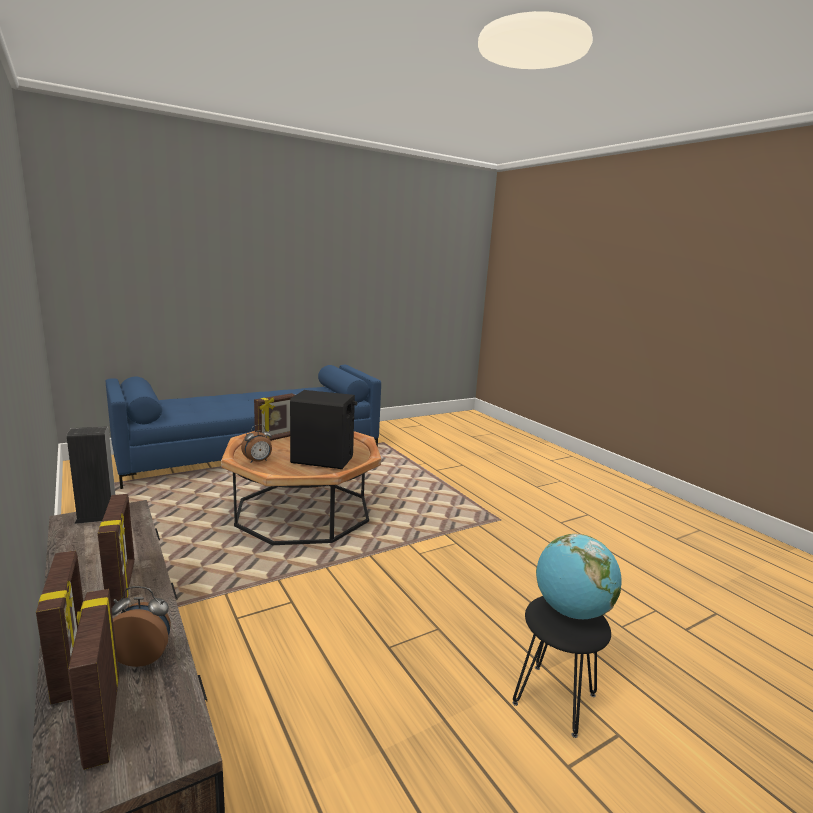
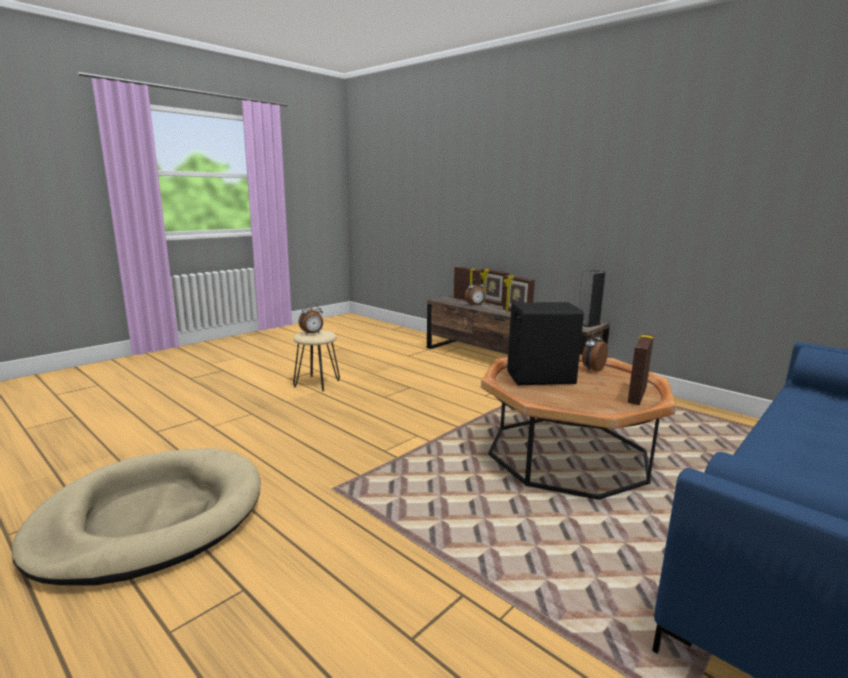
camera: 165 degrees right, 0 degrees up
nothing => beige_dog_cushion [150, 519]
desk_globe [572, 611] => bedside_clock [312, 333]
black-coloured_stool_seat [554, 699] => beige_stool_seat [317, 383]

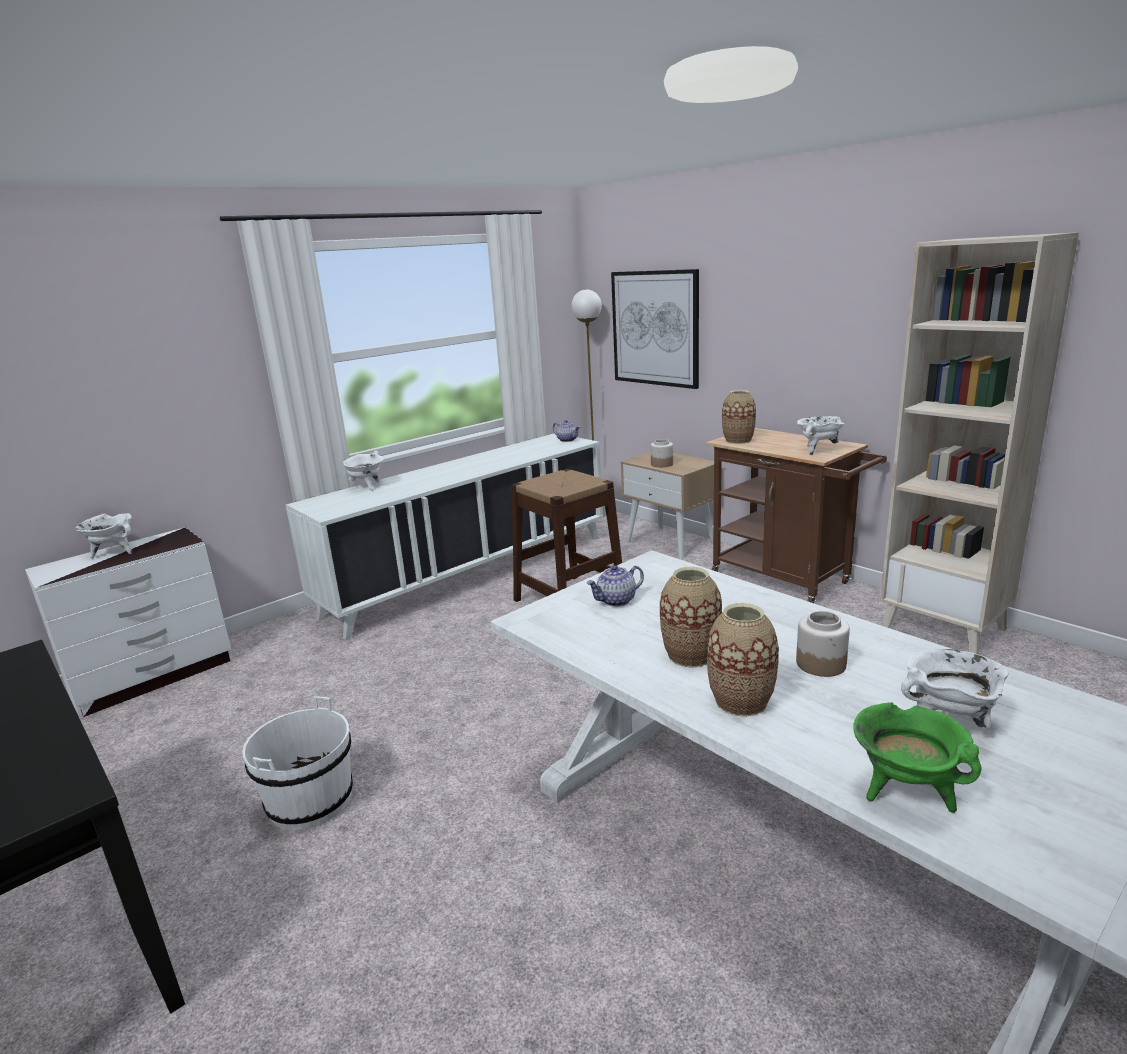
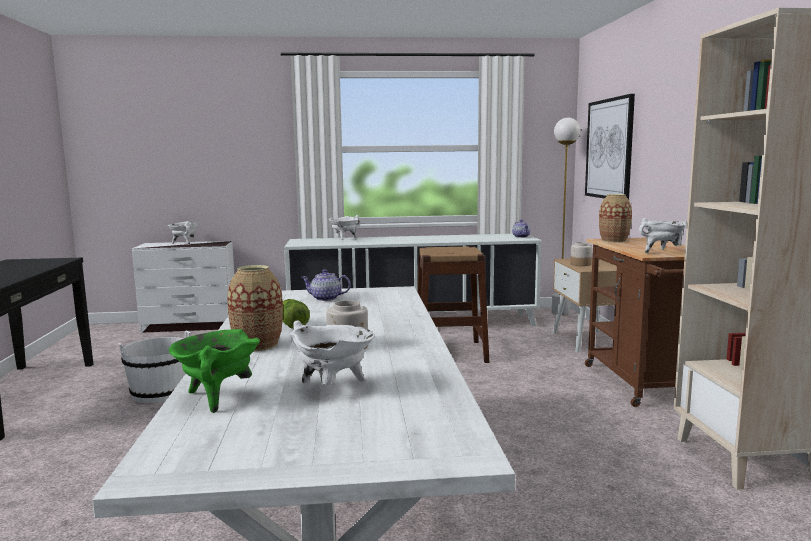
camera: 35 degrees right, 10 degrees down
decorative_vase [690, 655] => lettuce_head [292, 324]

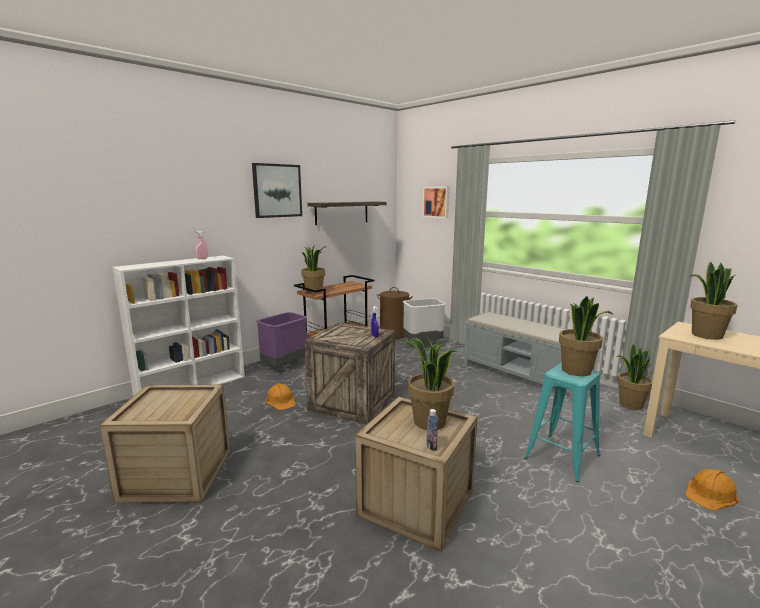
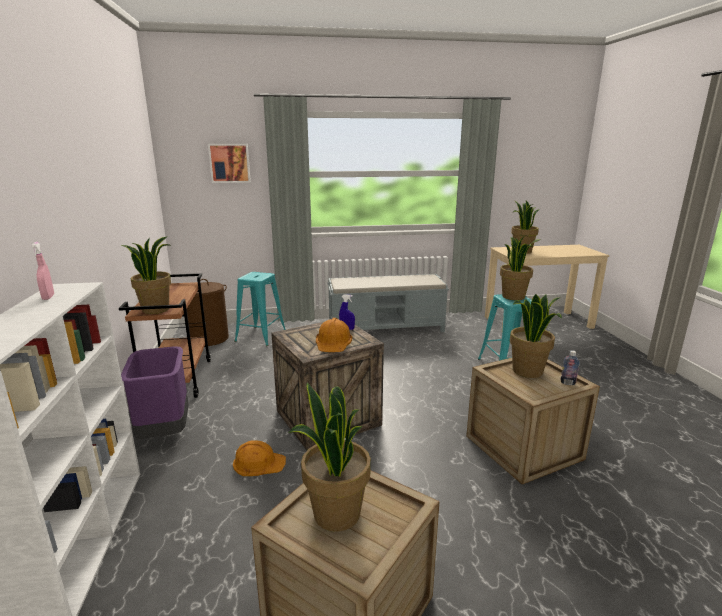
camera: 55 degrees left, 5 degrees up
picture [277, 190] => nothing
bracket_shelf [342, 212] => nothing
houseplant [630, 404] => houseplant [335, 513], relocated
orange_work_helmet [710, 494] => orange_work_helmet [333, 341], relocated
grey_waste_bin [423, 344] => turquoise_stool_seat [260, 336]

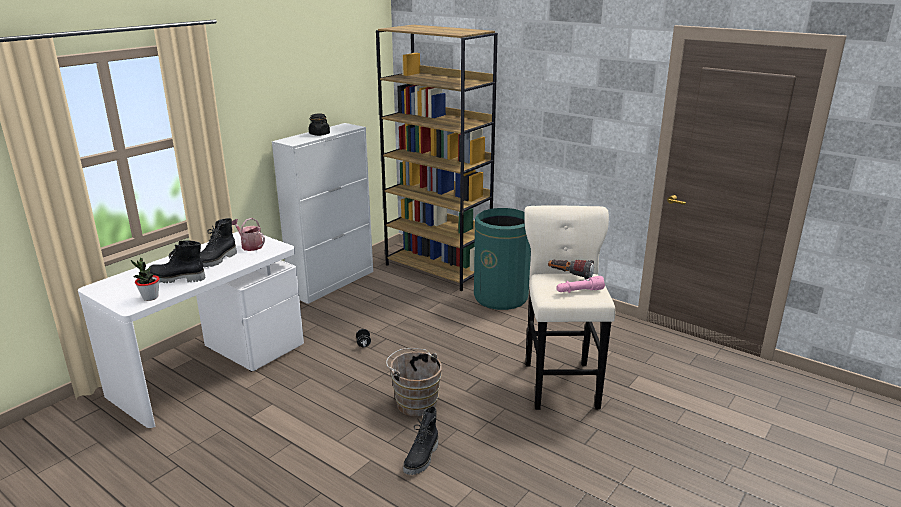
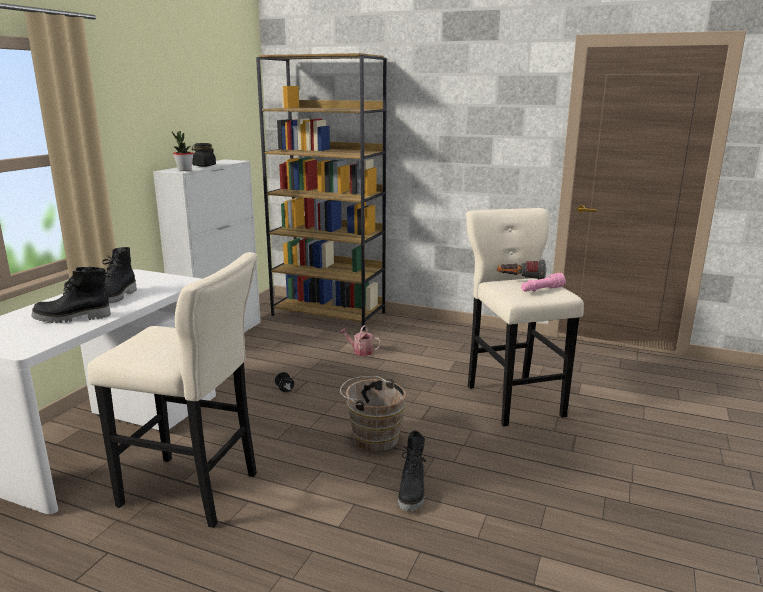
camera: 15 degrees left, 5 degrees down
green_waste_bin [501, 297] => nothing
nothing => beige_stool_seat [195, 491]
houseplant [150, 297] => houseplant [184, 170], relocated
sprinkling_can [250, 246] => sprinkling_can [360, 351], relocated

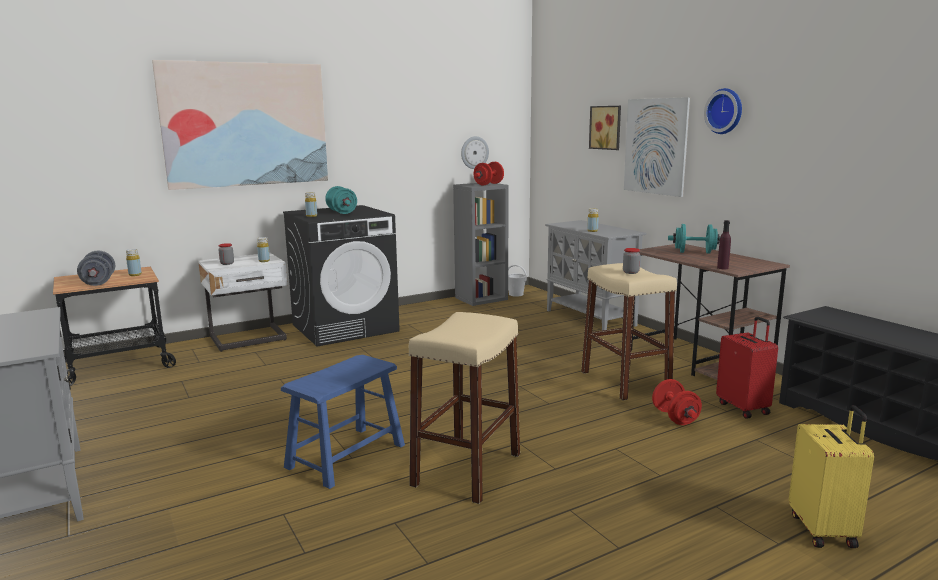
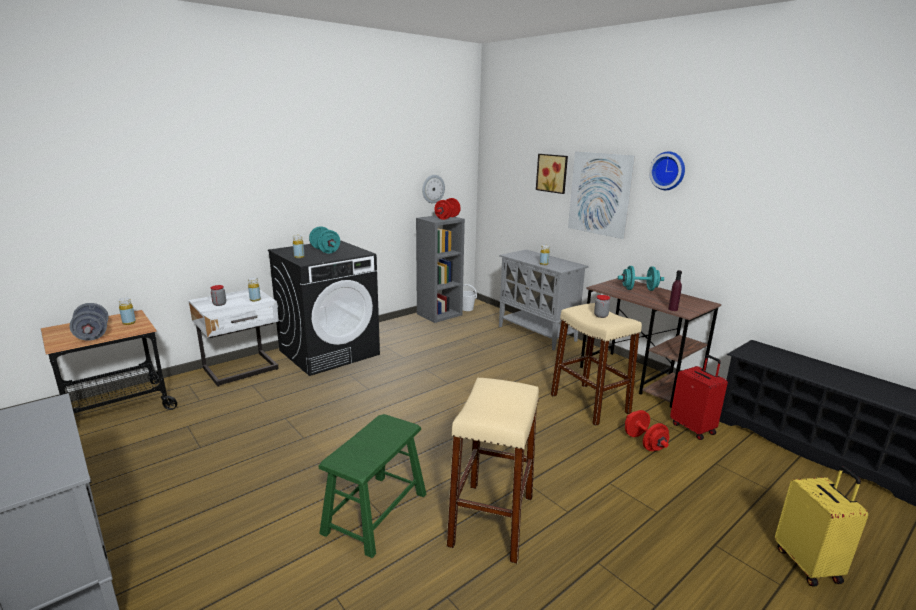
camera: 10 degrees left, 5 degrees up
picture [246, 124] => nothing
blue-coloured_stool_seat [346, 456] => green_stool_seat [375, 513]

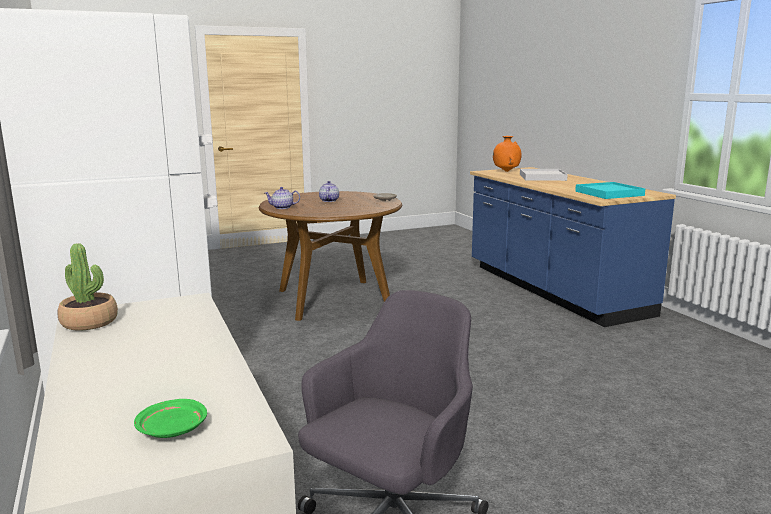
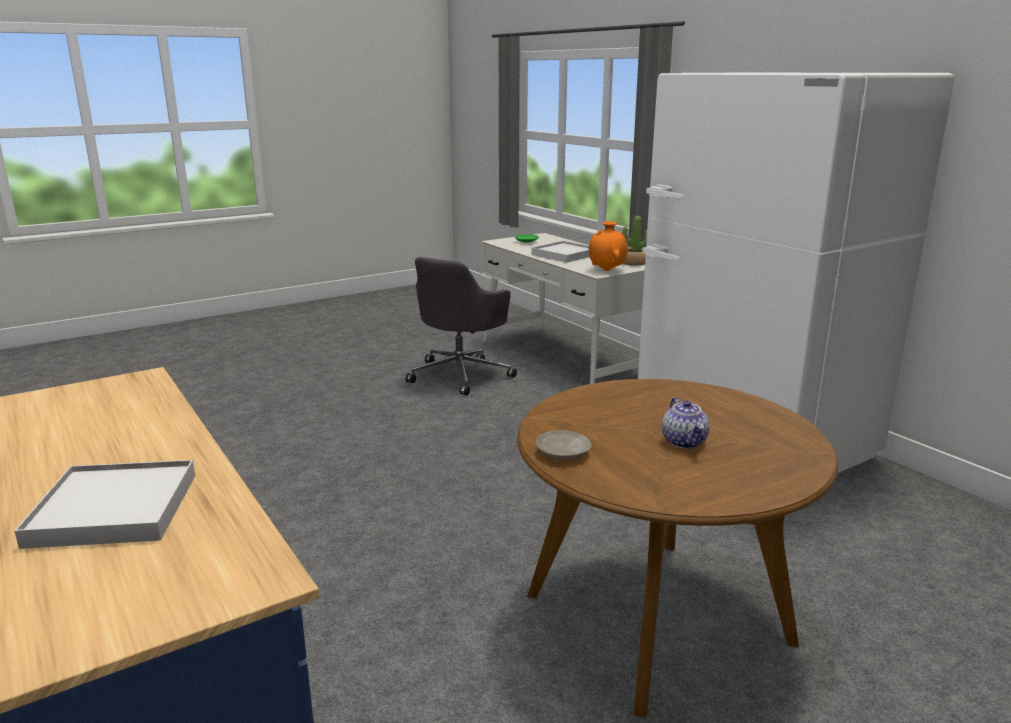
camera: 170 degrees right, 5 degrees up
teapot [282, 207] => nothing
turquoise_serving_tray [609, 193] => nothing
nothing => whitish_serving_tray [565, 255]
orange_decorative_vase [506, 171] => orange_decorative_vase [607, 270], relocated

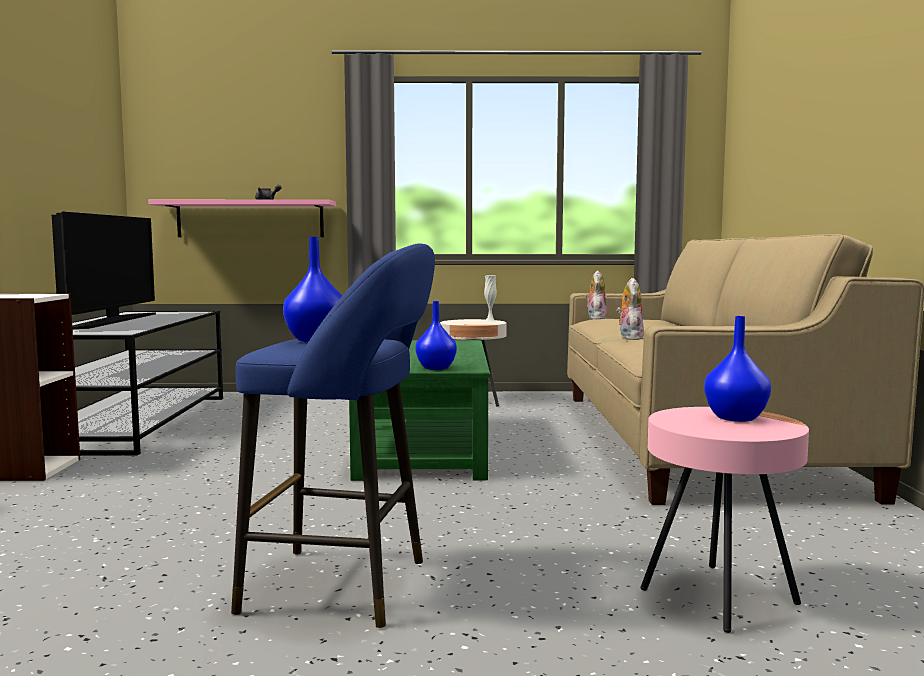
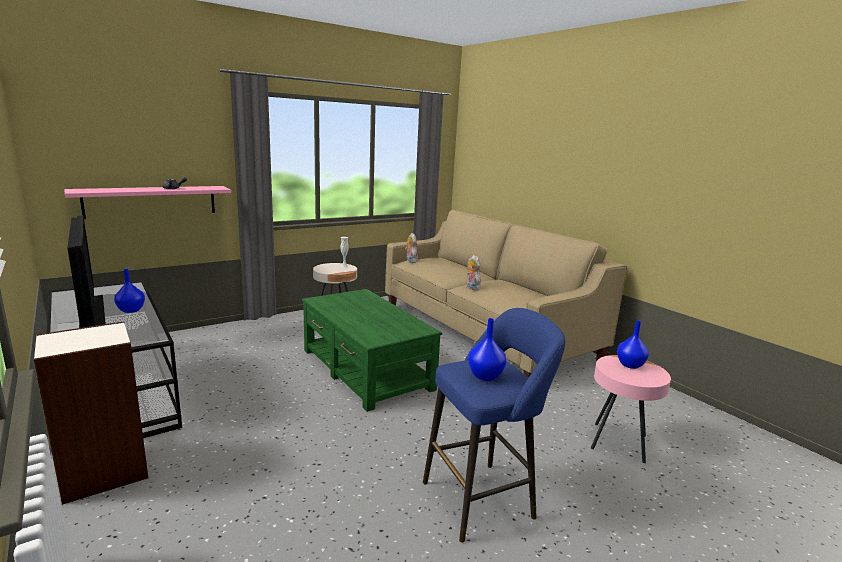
camera: 35 degrees left, 10 degrees up
blue-coloured_decorative_vase [437, 368] => blue-coloured_decorative_vase [131, 310], relocated

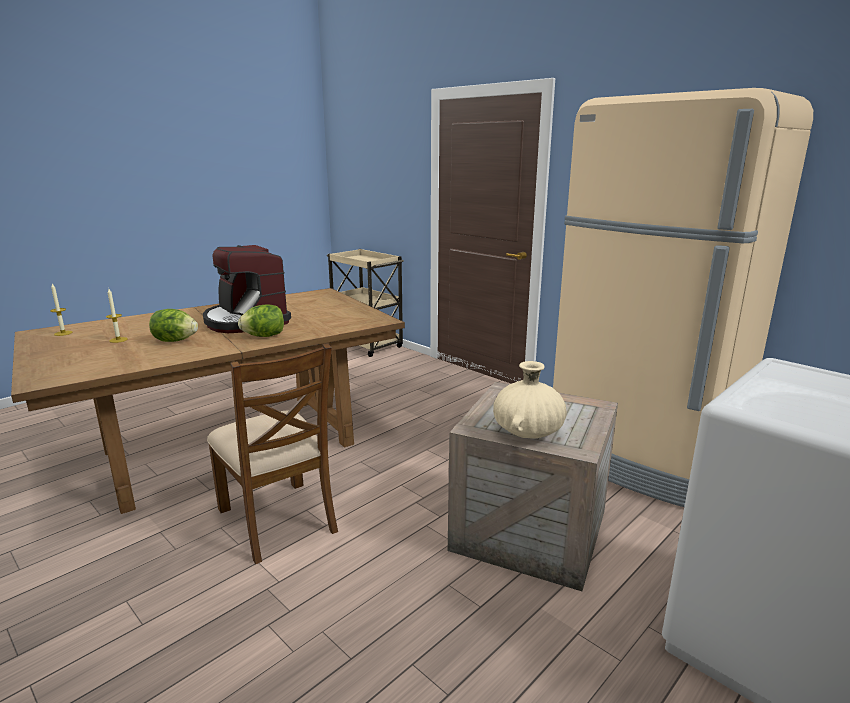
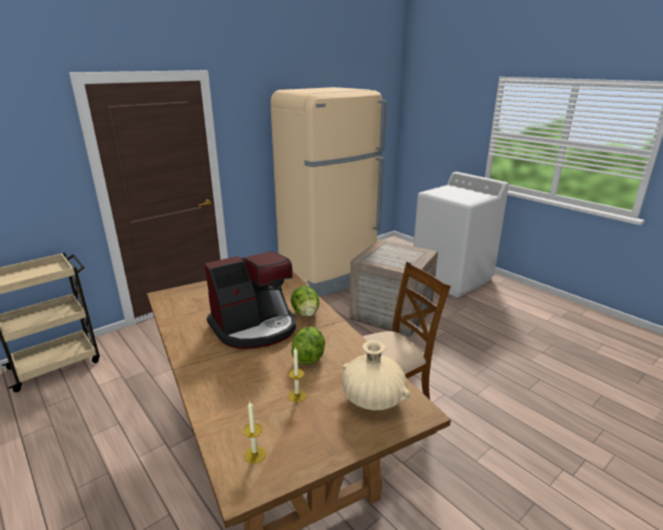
camera: 85 degrees left, 5 degrees up
beige_decorative_vase [527, 432] => beige_decorative_vase [373, 399], relocated

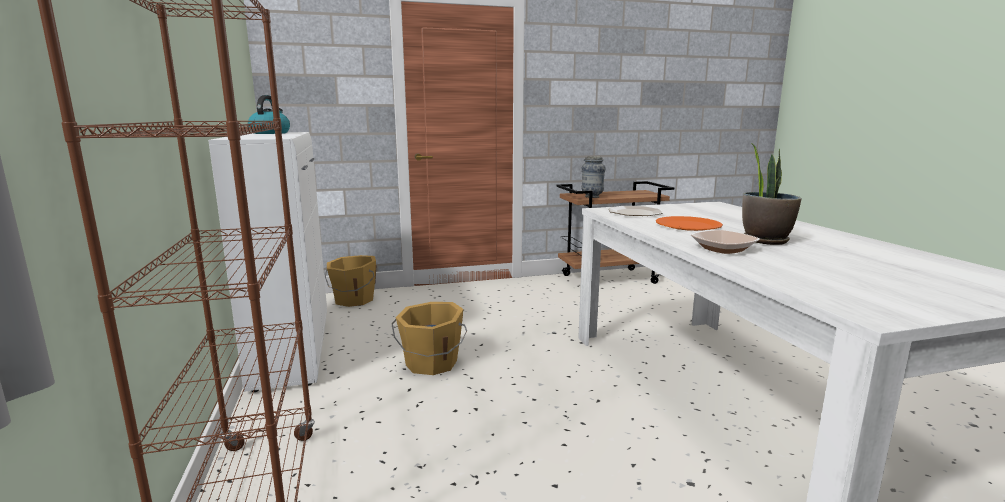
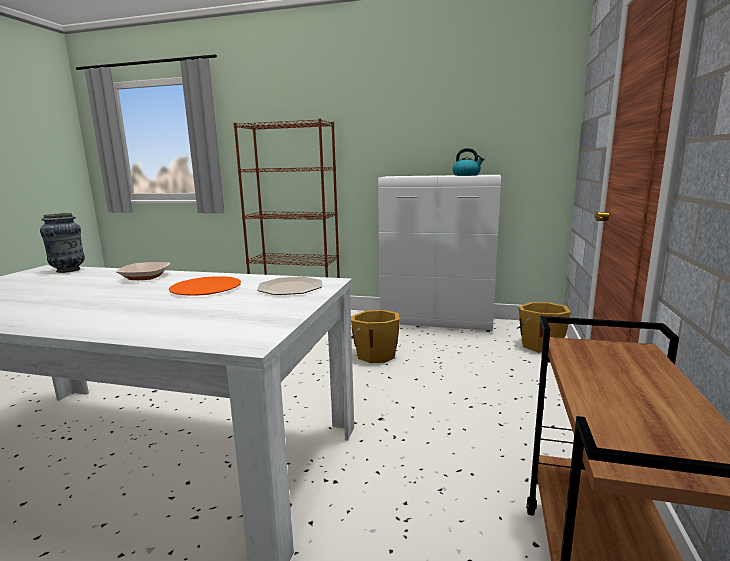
camera: 120 degrees right, 0 degrees up
houseplant [765, 240] => nothing
decorative_vase [592, 197] => decorative_vase [68, 270], relocated

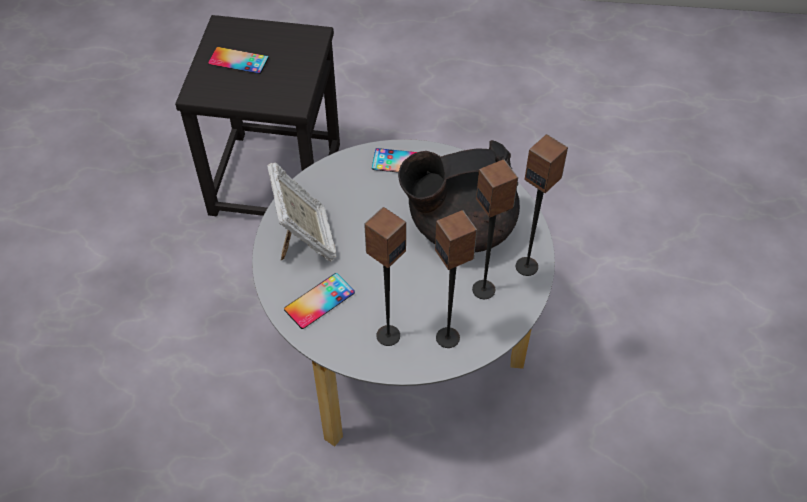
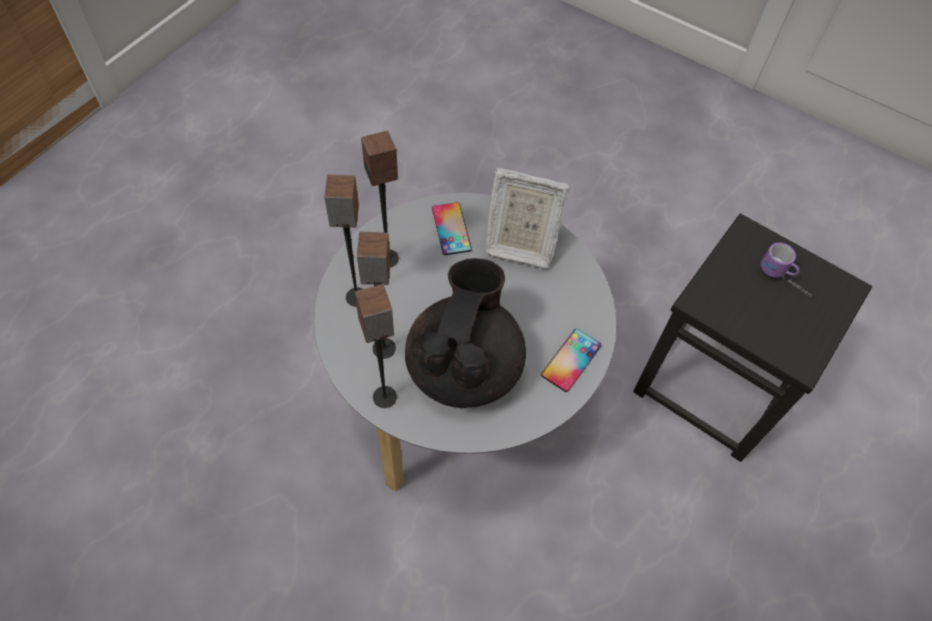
camera: 115 degrees right, 5 degrees up
phone [238, 61] => tea_mug [784, 281]

